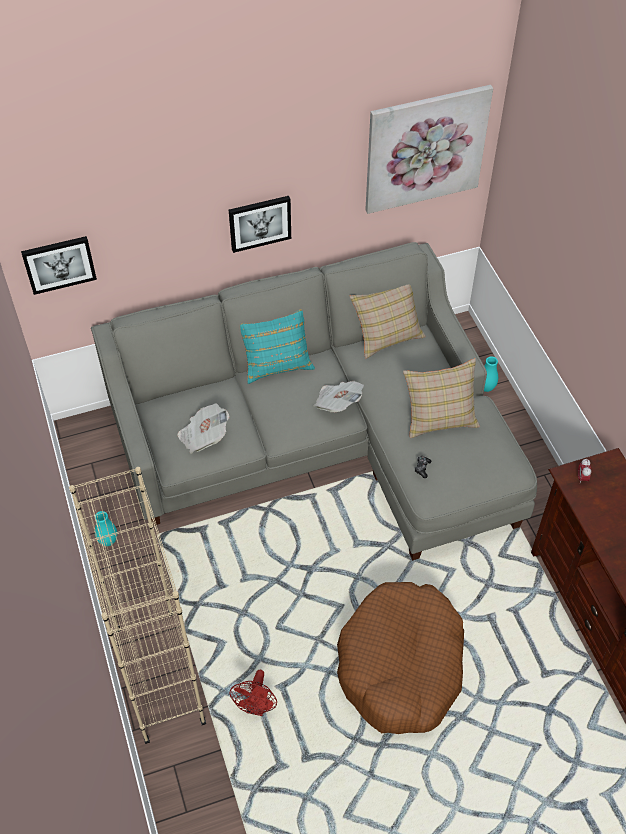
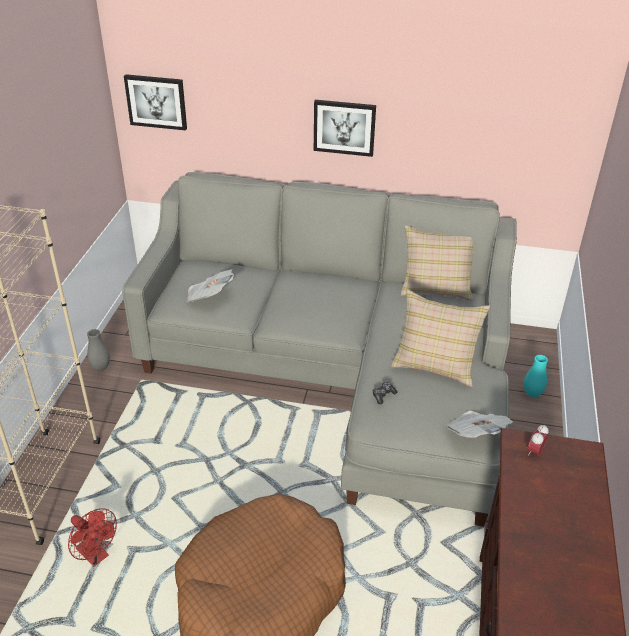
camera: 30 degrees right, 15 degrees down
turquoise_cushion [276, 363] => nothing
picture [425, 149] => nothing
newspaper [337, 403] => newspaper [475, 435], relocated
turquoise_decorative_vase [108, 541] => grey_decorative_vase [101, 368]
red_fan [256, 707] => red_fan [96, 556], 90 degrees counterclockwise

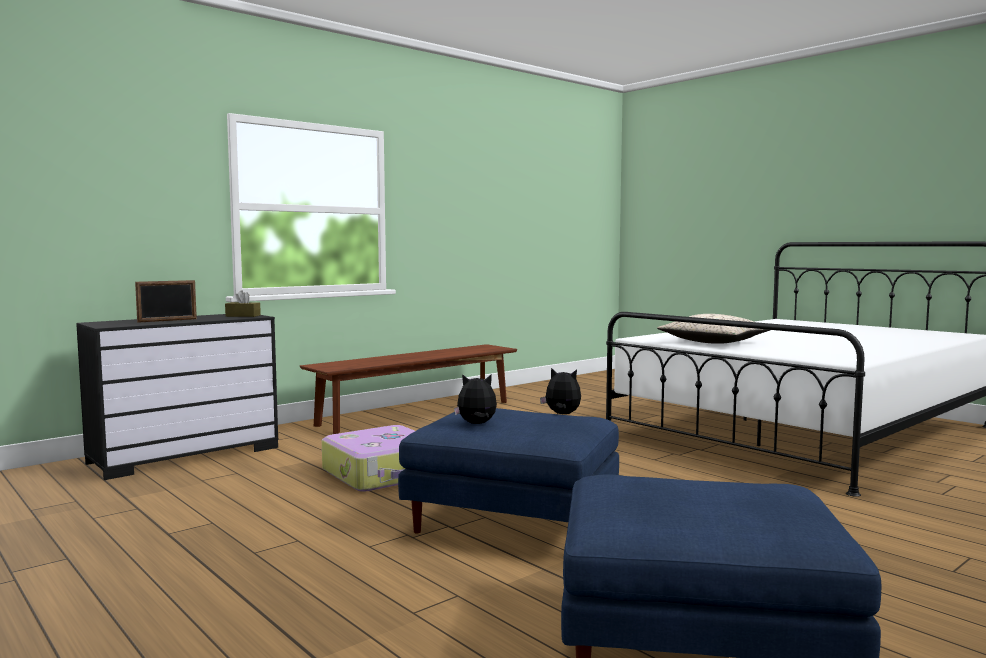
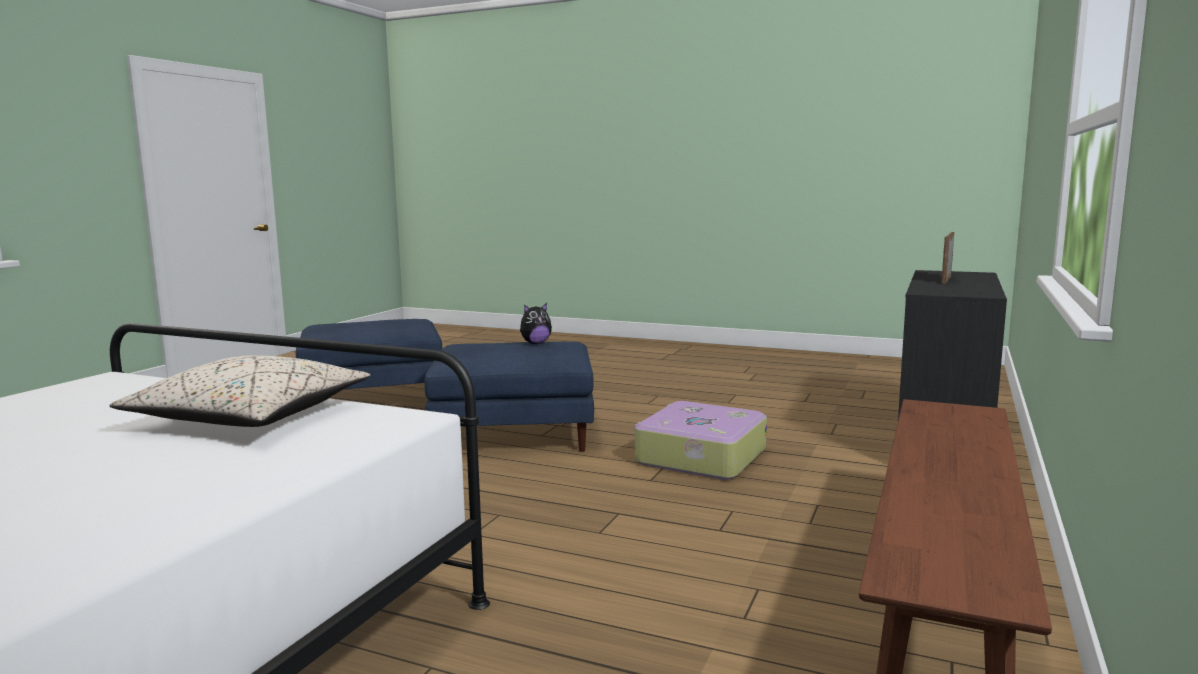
camera: 155 degrees right, 5 degrees up
brownish_box_of_tissues [243, 316] => nothing
plush_toy [562, 414] => nothing

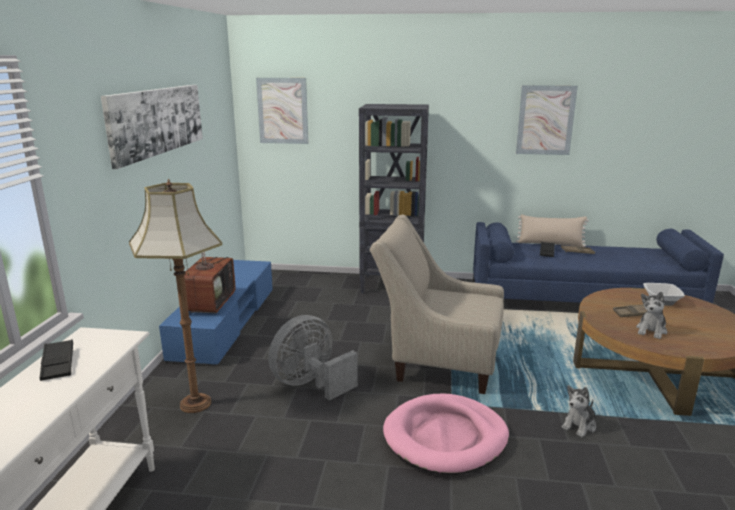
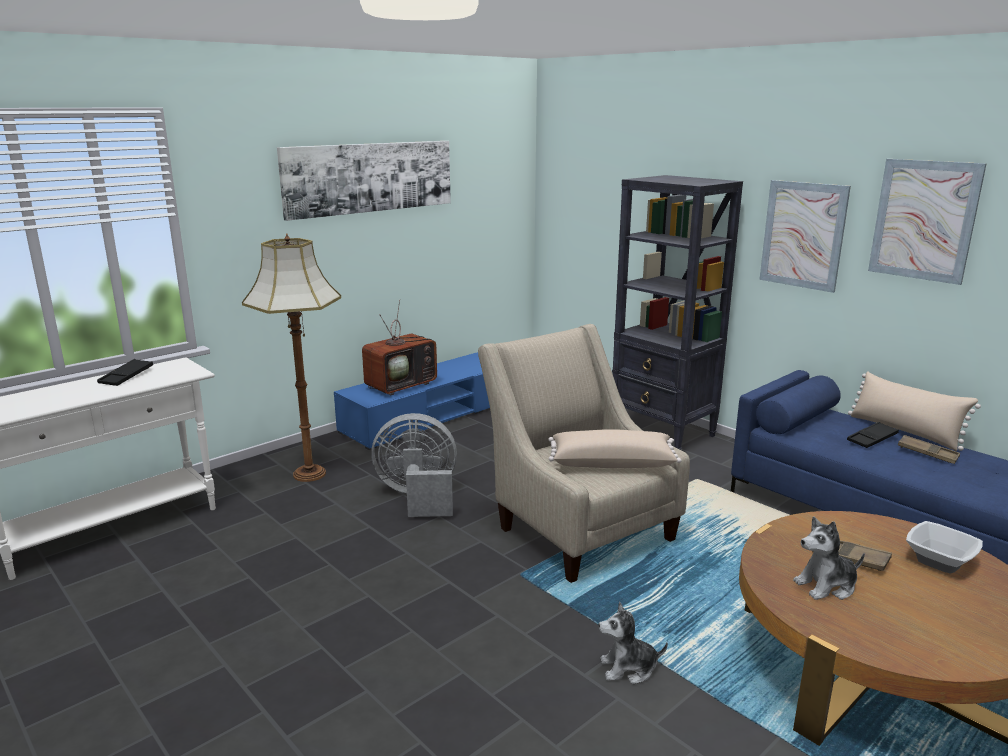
camera: 40 degrees right, 0 degrees up
pink_dog_cushion [445, 437] => nothing
nothing => beige_cushion [612, 463]
picture [282, 111] => picture [803, 235], relocated

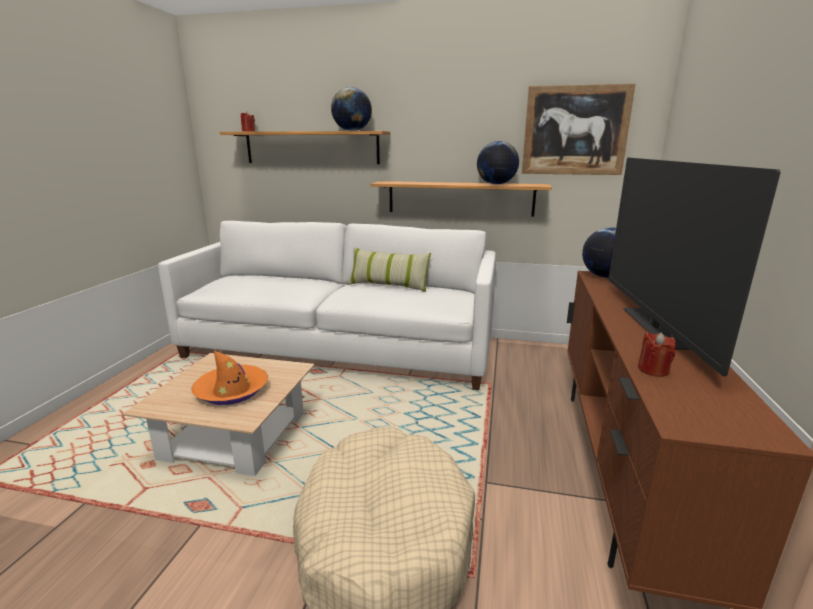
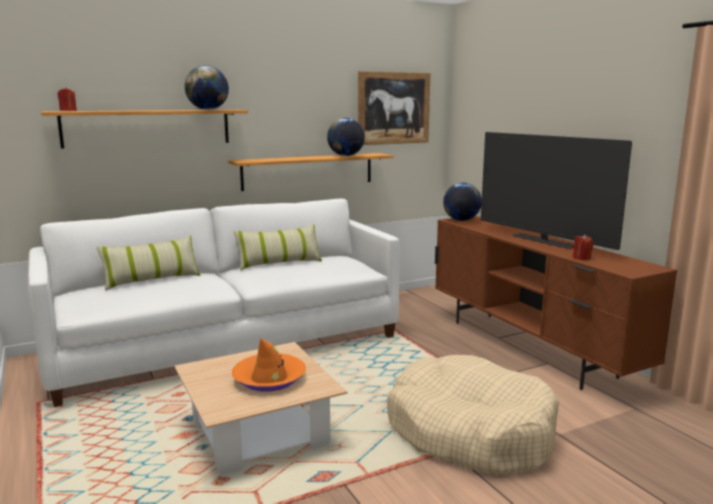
camera: 40 degrees left, 5 degrees down
nothing => cushion [152, 280]

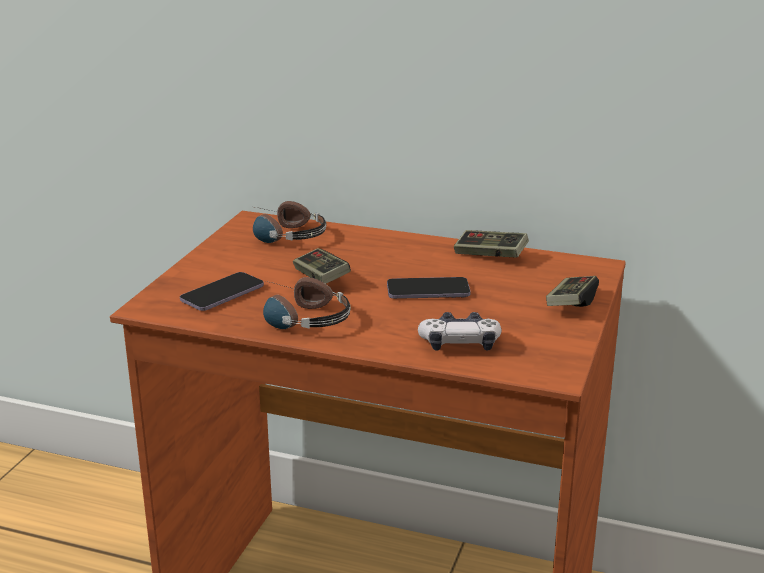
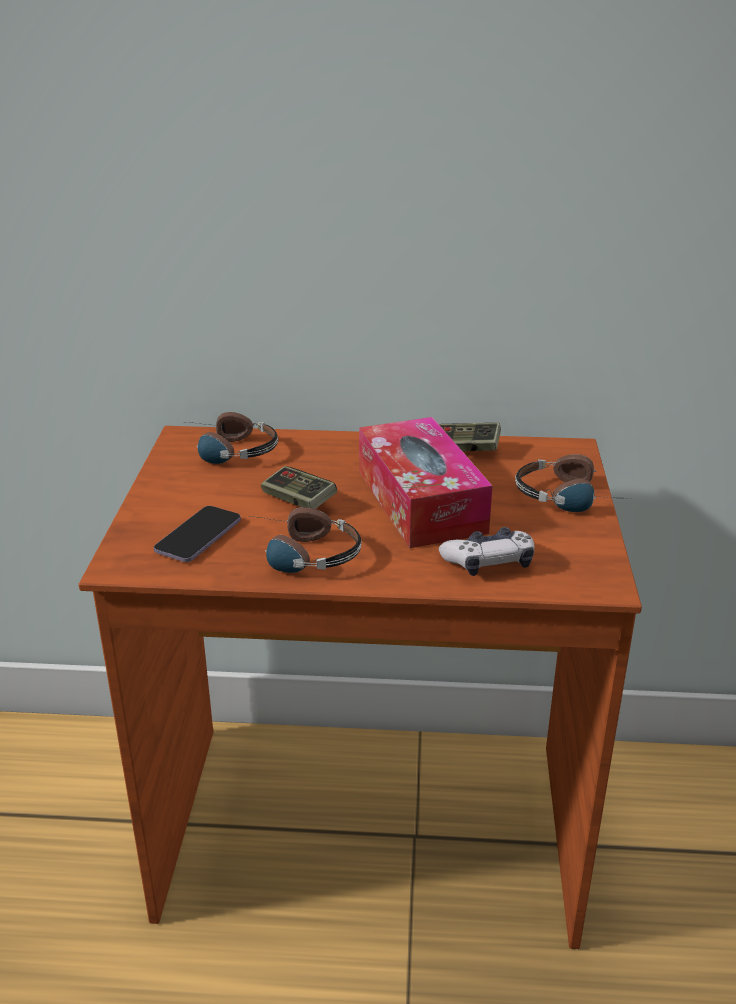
camera: 15 degrees left, 5 degrees up
phone [428, 291] => box_of_tissues [420, 501]
game_controller [571, 303] => pair_of_headphones [572, 496]

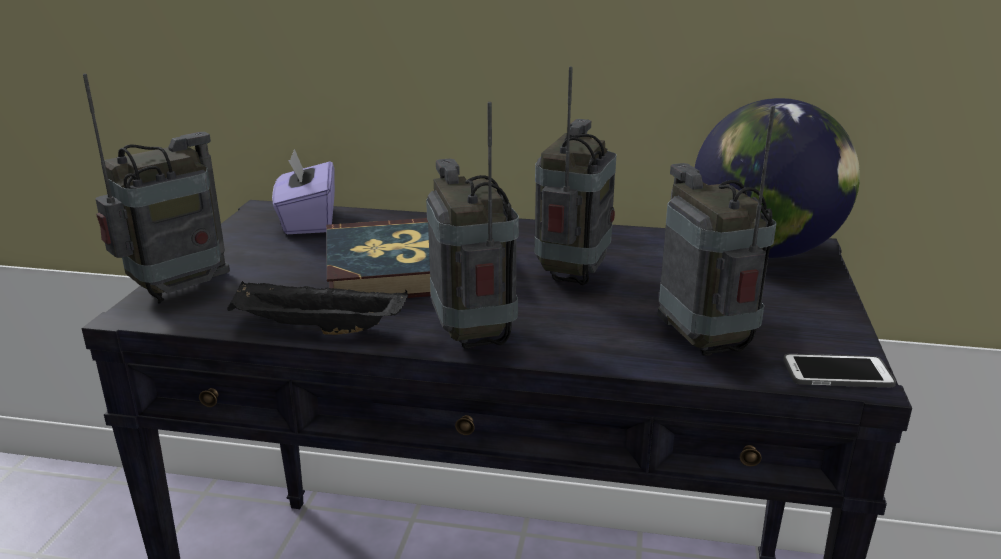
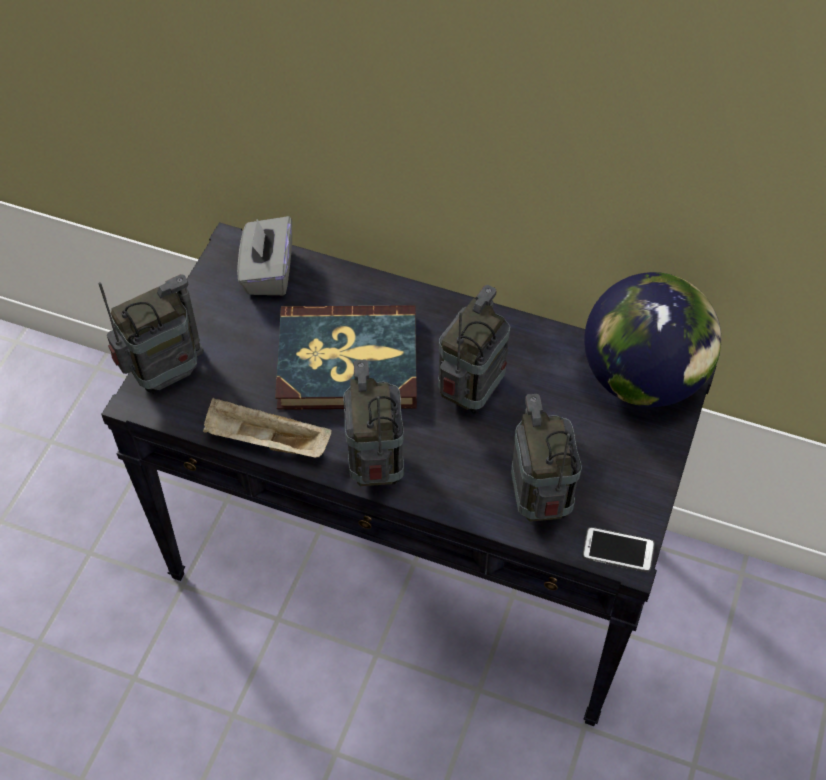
camera: 10 degrees right, 30 degrees up
black-coloured_serving_tray [316, 329] => beige_serving_tray [266, 442]
purple-coloured_box_of_tissues [307, 221] => grey_box_of_tissues [268, 272]

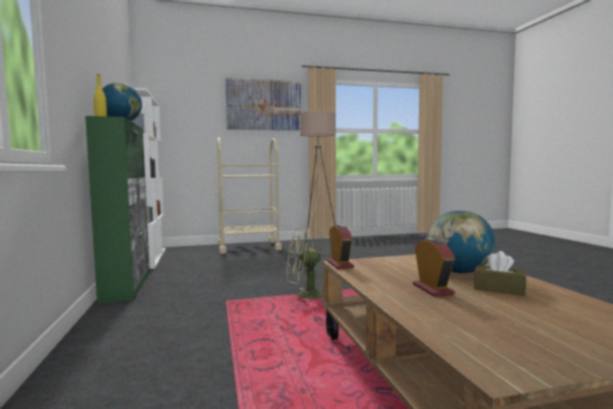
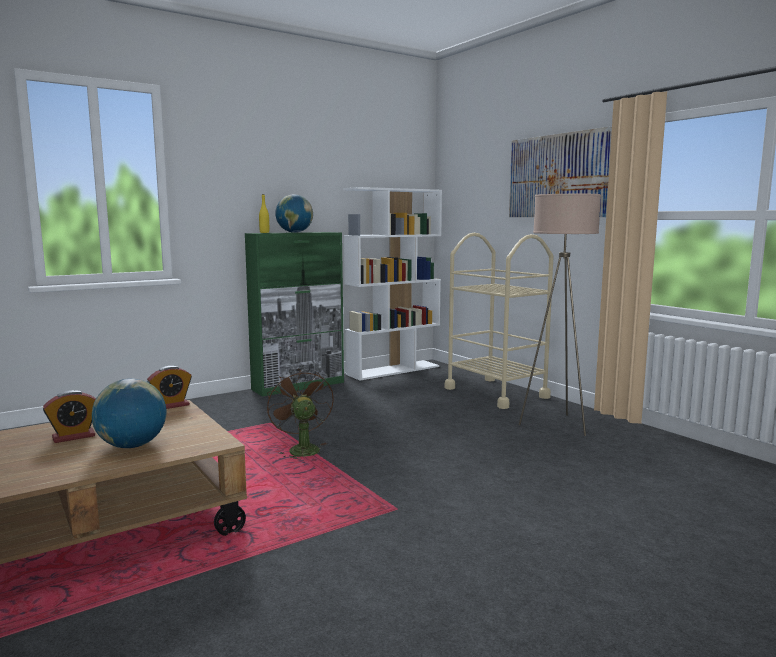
camera: 70 degrees right, 5 degrees up
brownish_box_of_tissues [499, 289] => nothing
green_fan [304, 295] => brownish_fan [301, 449]

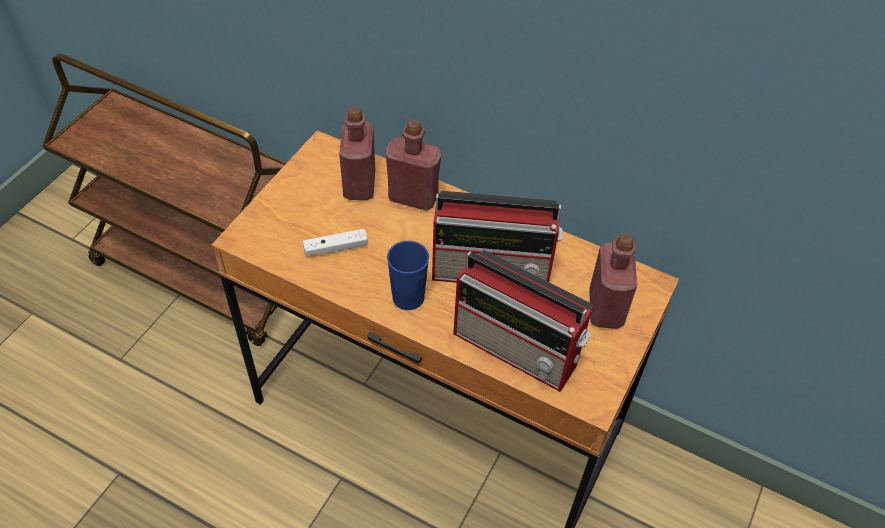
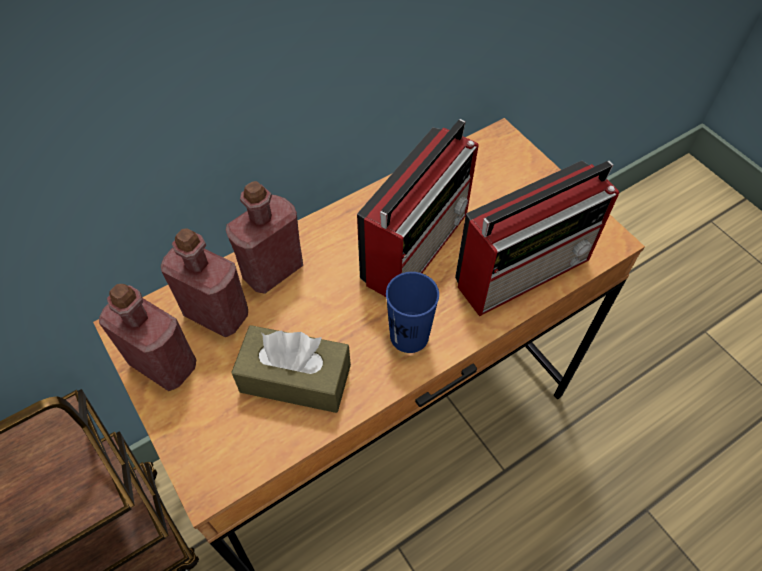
camera: 60 degrees left, 5 degrees up
red_drink_bottle [605, 308] => red_drink_bottle [164, 364], relocated
whitish_game_controller [336, 248] => brownish_box_of_tissues [295, 378]

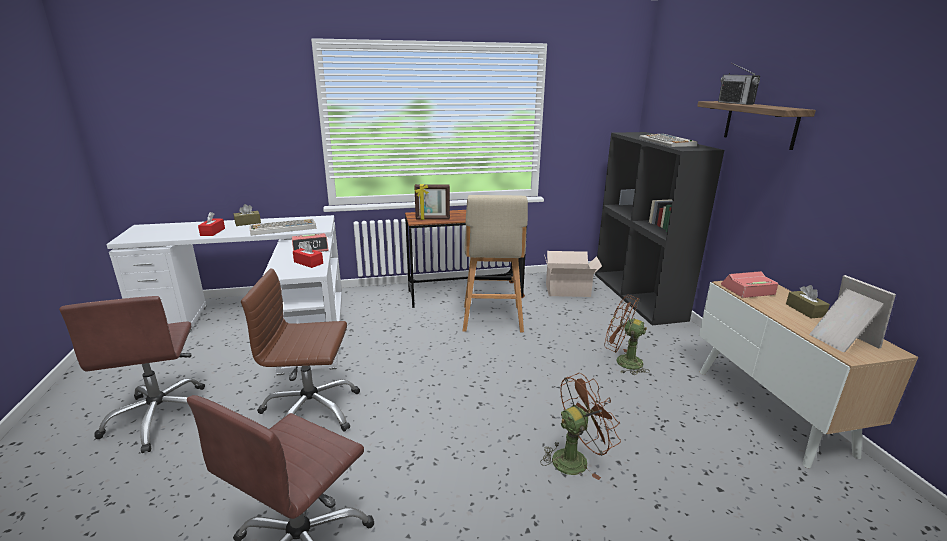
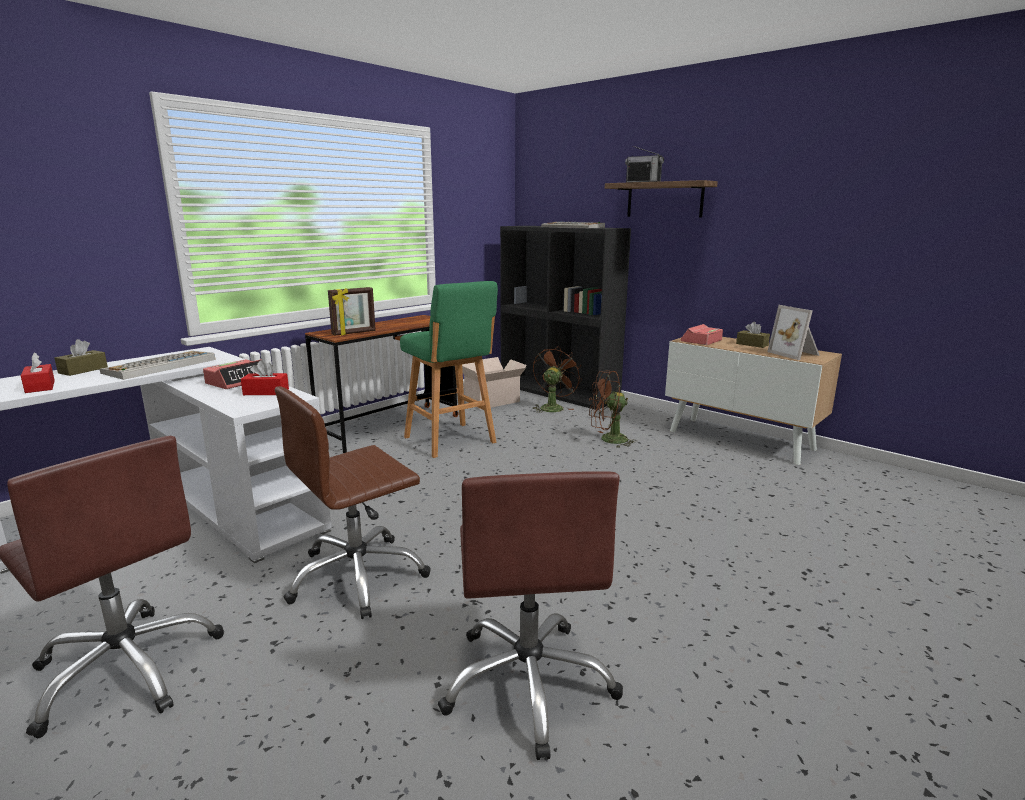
camera: 35 degrees left, 5 degrees down
brownish_fan [575, 458] => brownish_fan [553, 407], relocated
beige_stool_seat [492, 320] => green_stool_seat [451, 441]
standing_frame [840, 339] => standing_frame [795, 354], 150 degrees counterclockwise

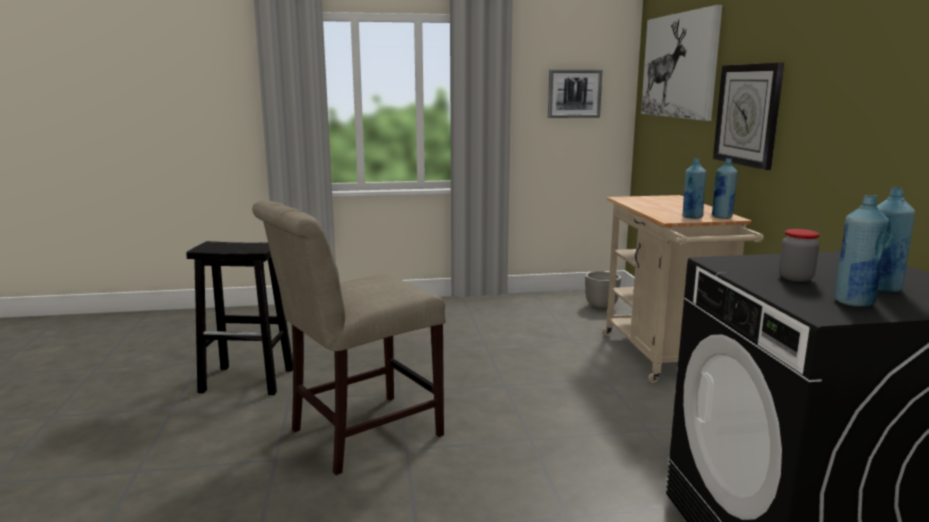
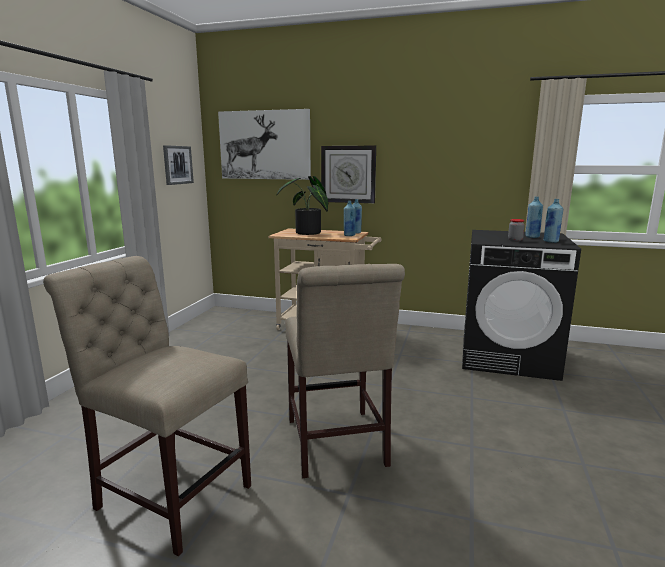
camera: 65 degrees left, 0 degrees up
flower_pot [601, 307] => nothing
nothing => houseplant [308, 233]
black-coloured_stool_seat [249, 380] => beige_chair [168, 493]

